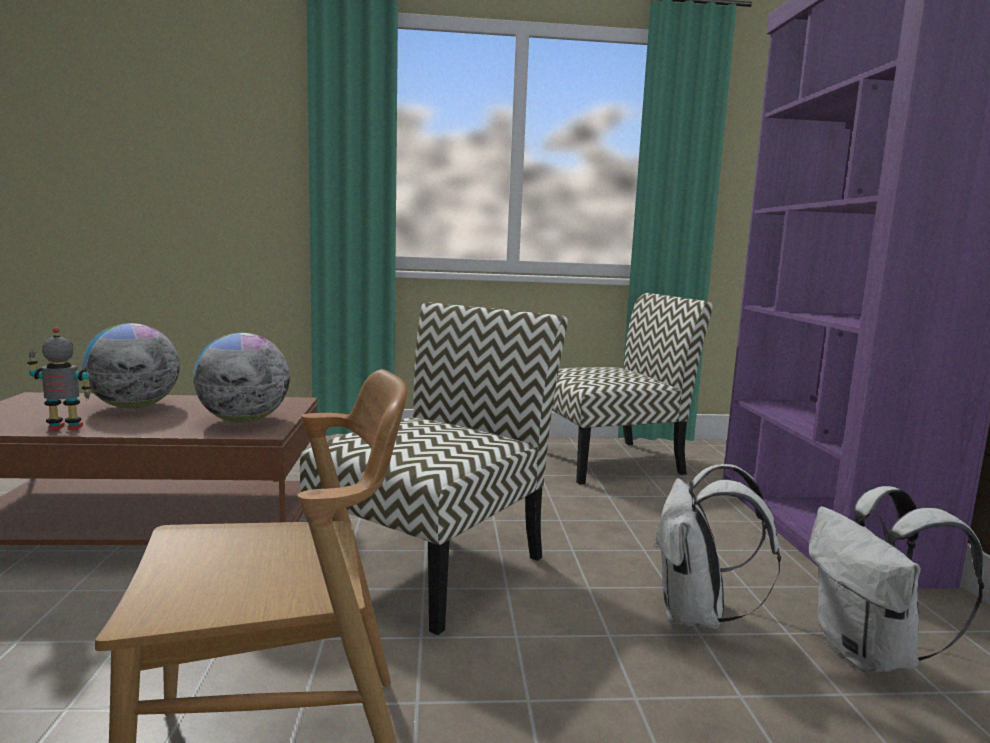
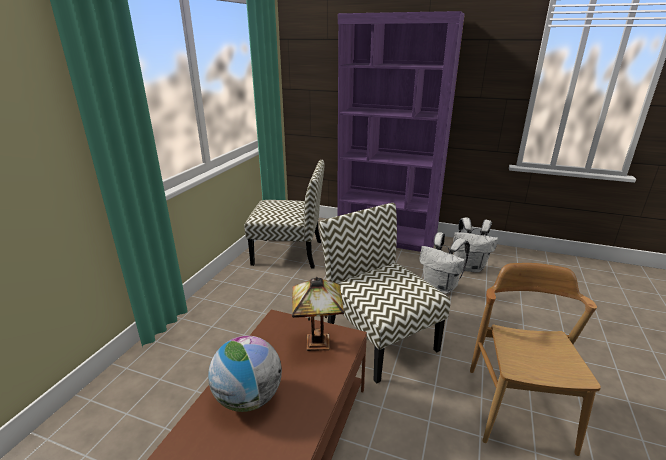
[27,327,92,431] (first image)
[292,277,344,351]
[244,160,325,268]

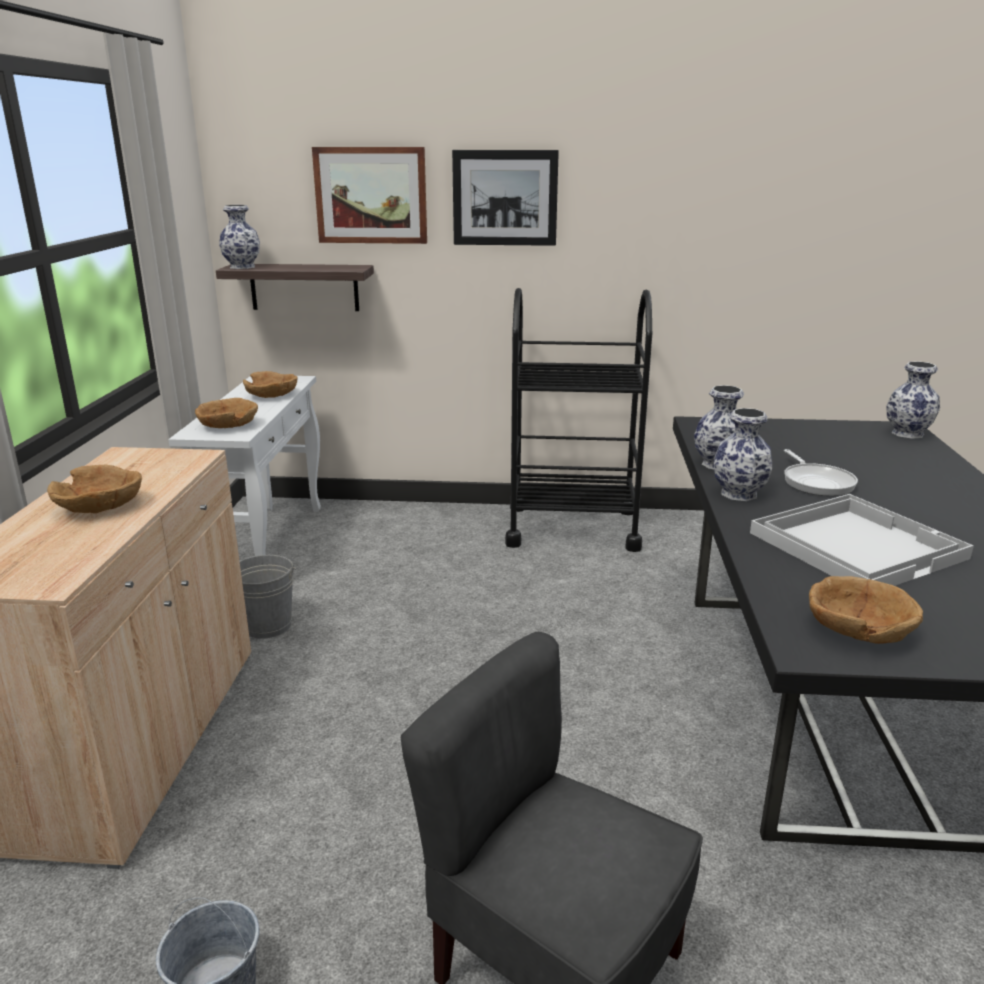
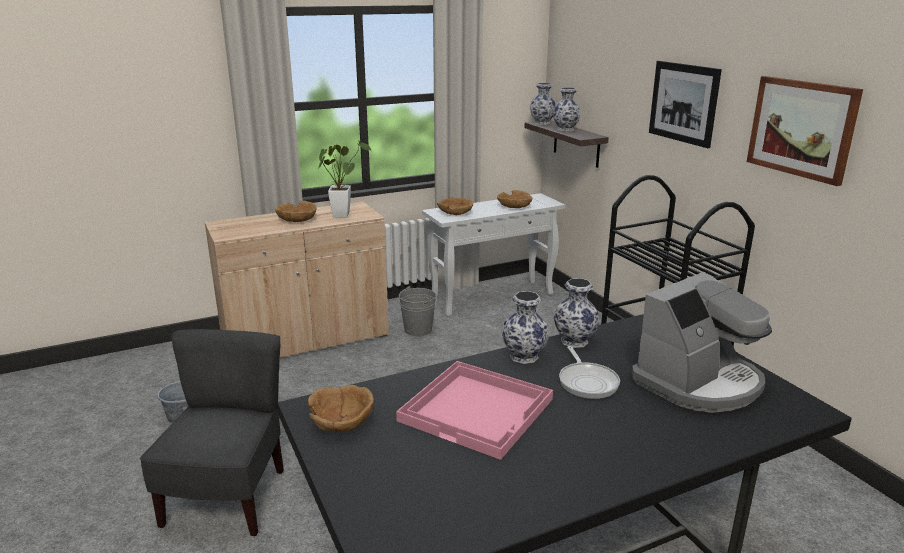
[318,140,371,218]
[632,272,772,413]
[747,76,863,186]
[553,87,580,131]
[396,361,553,460]
[559,346,620,399]

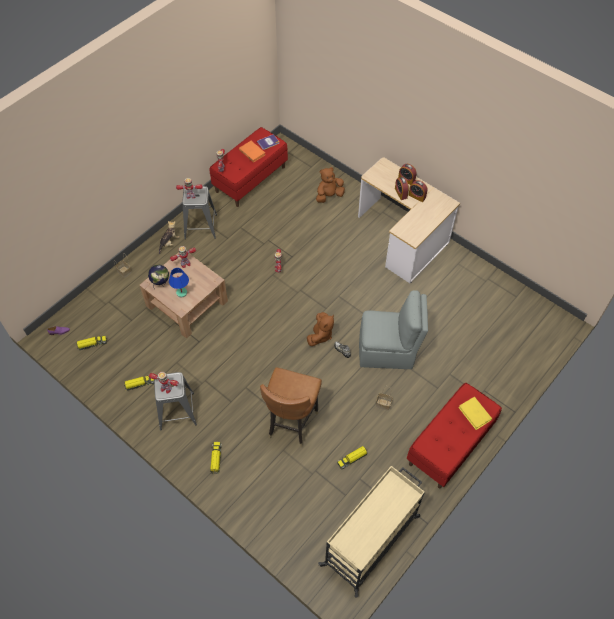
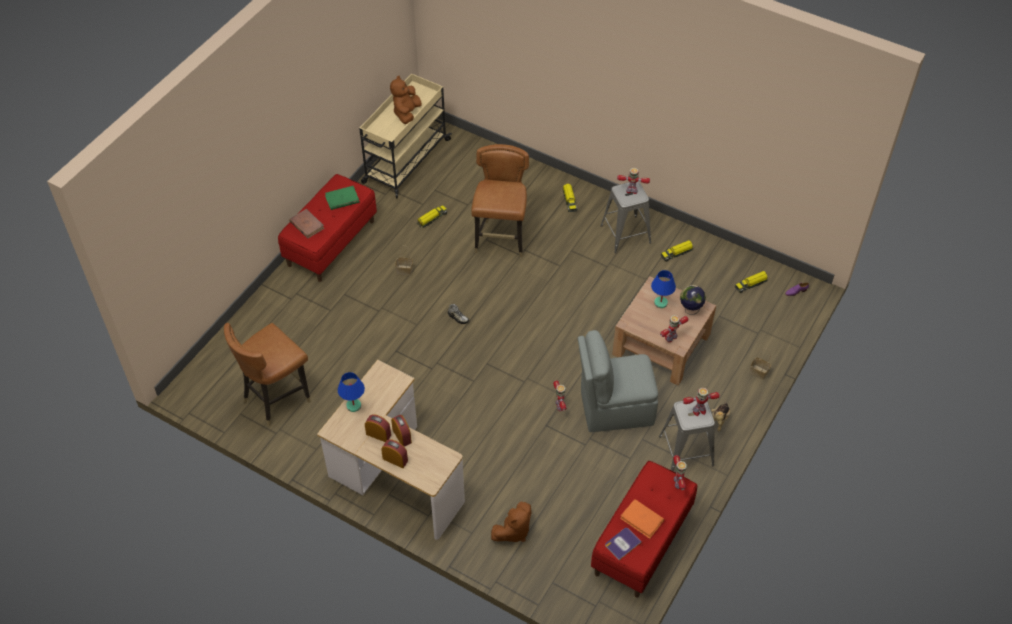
[224,323,311,427]
[325,186,359,210]
[338,372,365,412]
[390,76,422,124]
[578,330,658,432]
[289,209,325,239]

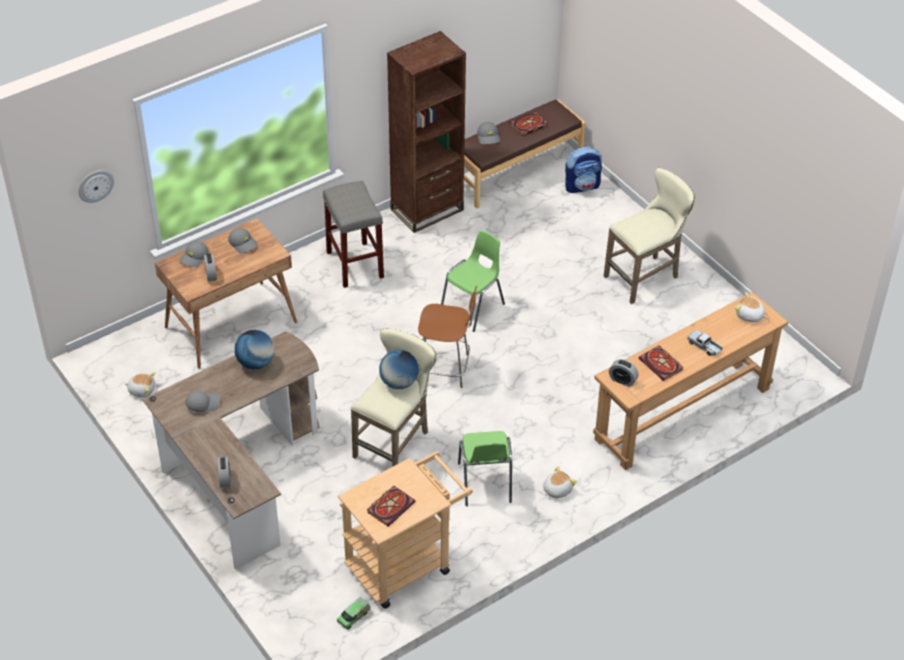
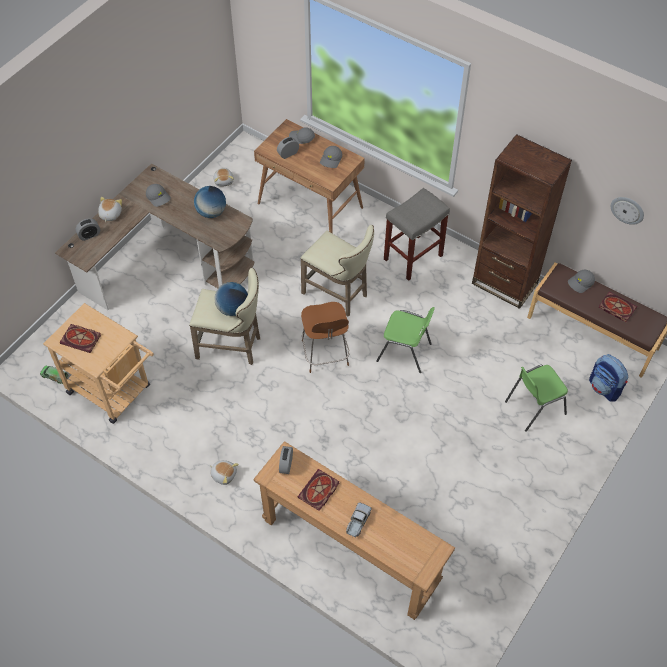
[611,197,644,225]
[505,365,568,432]
[300,225,374,317]
[98,197,122,222]

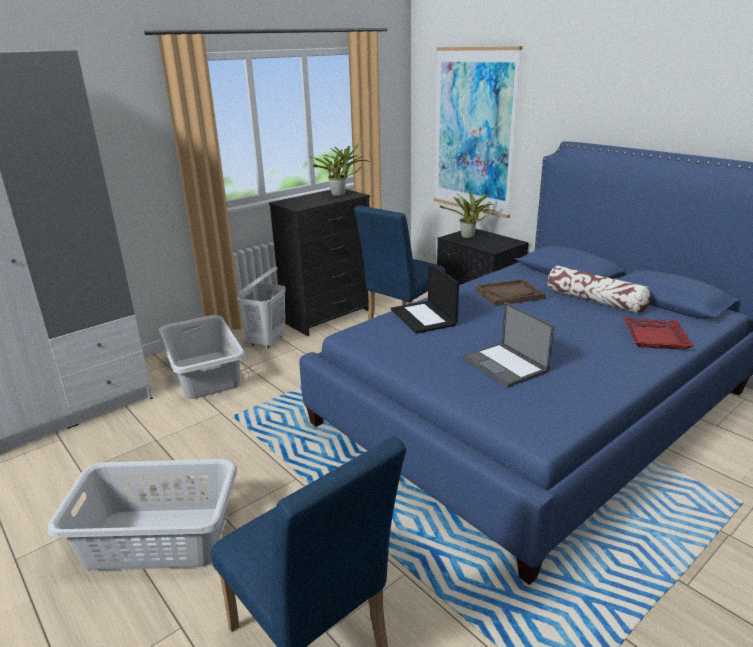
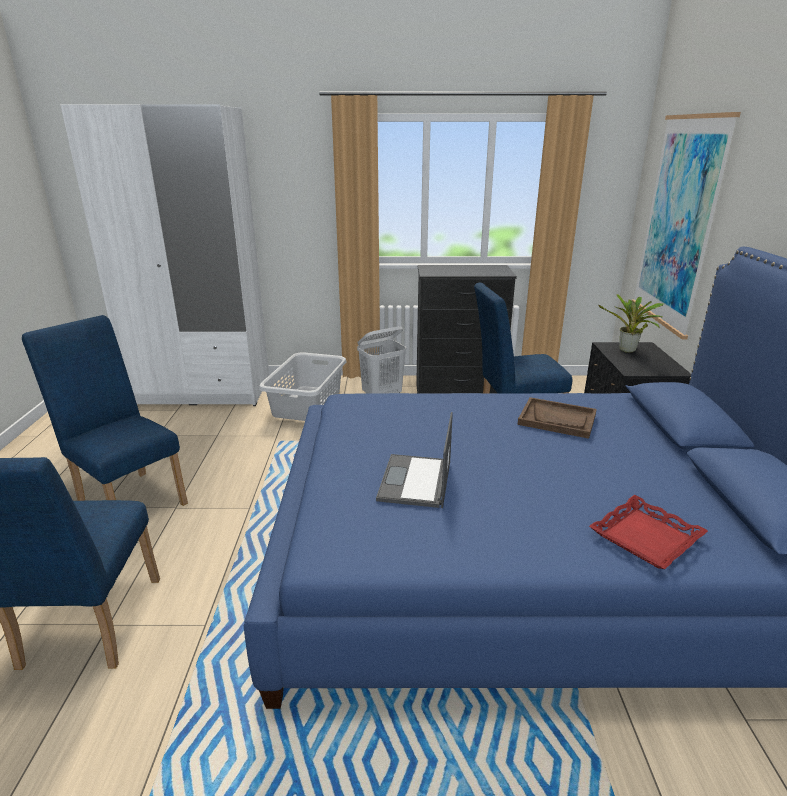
[312,143,370,197] (first image)
[391,263,459,334] (first image)
[547,265,651,314] (first image)
[22,315,188,506]

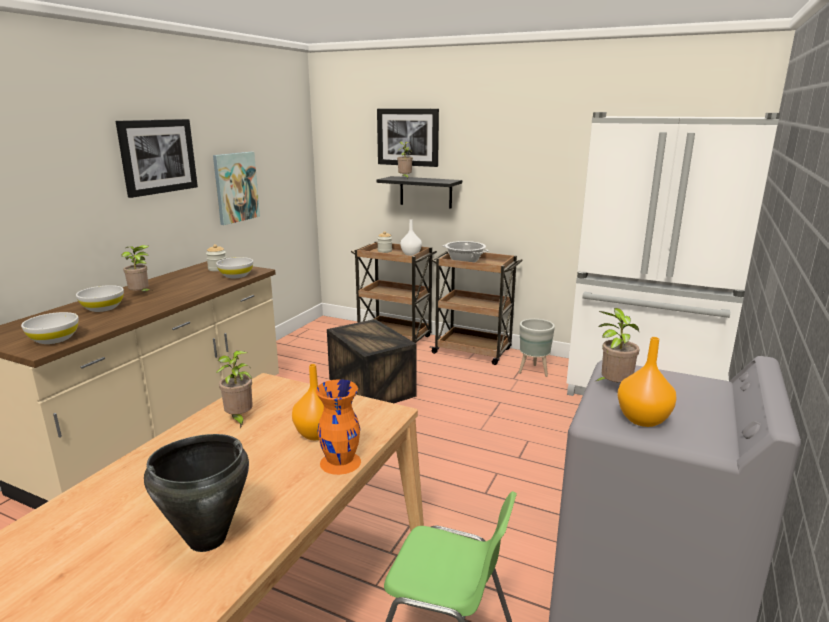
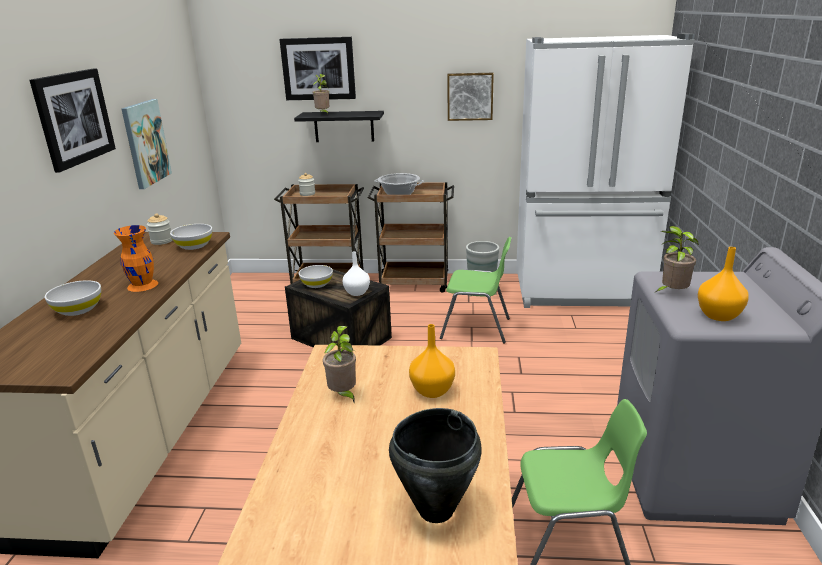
[121,245,150,291] (first image)
[440,237,511,344]
[447,73,494,121]
[299,265,333,288]
[114,225,158,292]
[343,251,370,296]

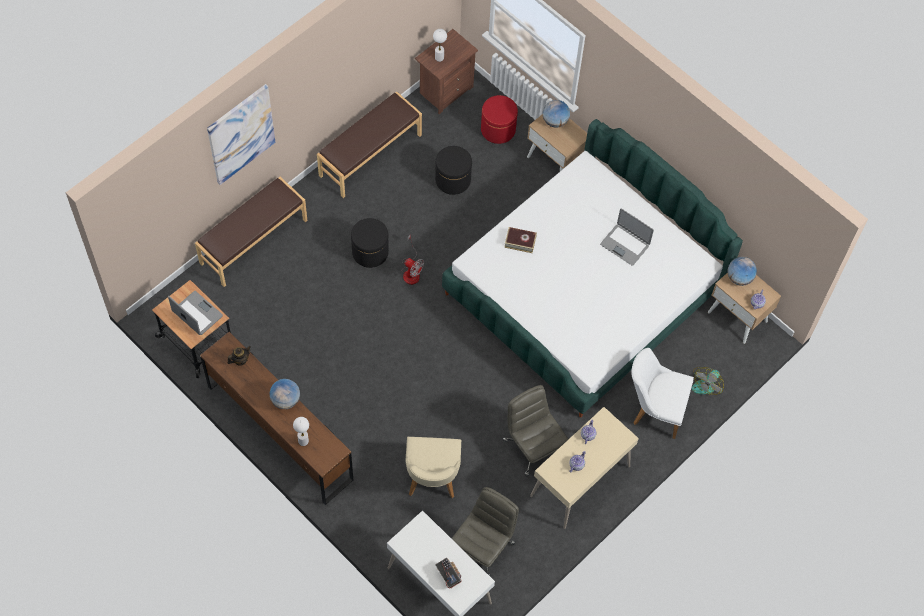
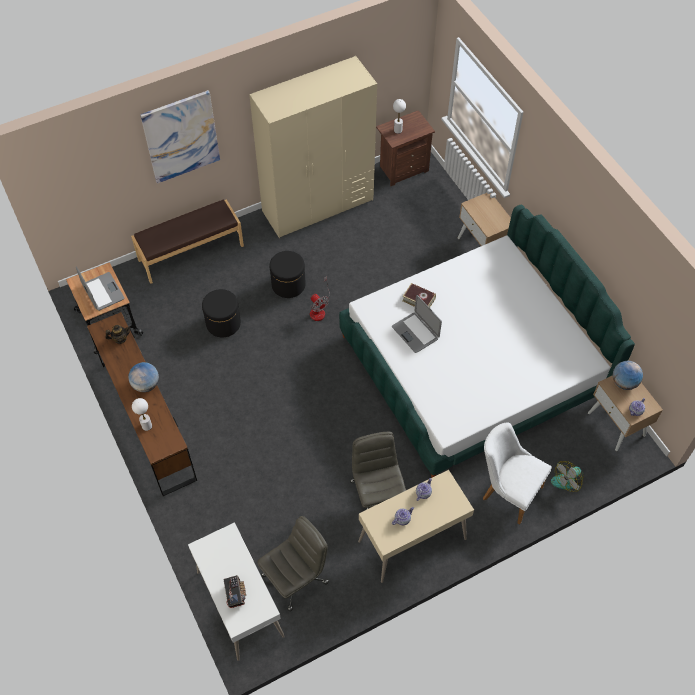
[405,437,461,498] (first image)
[481,95,518,144] (first image)
[543,100,570,128] (first image)
[202,289,241,337]
[392,295,442,353]
[249,56,377,238]

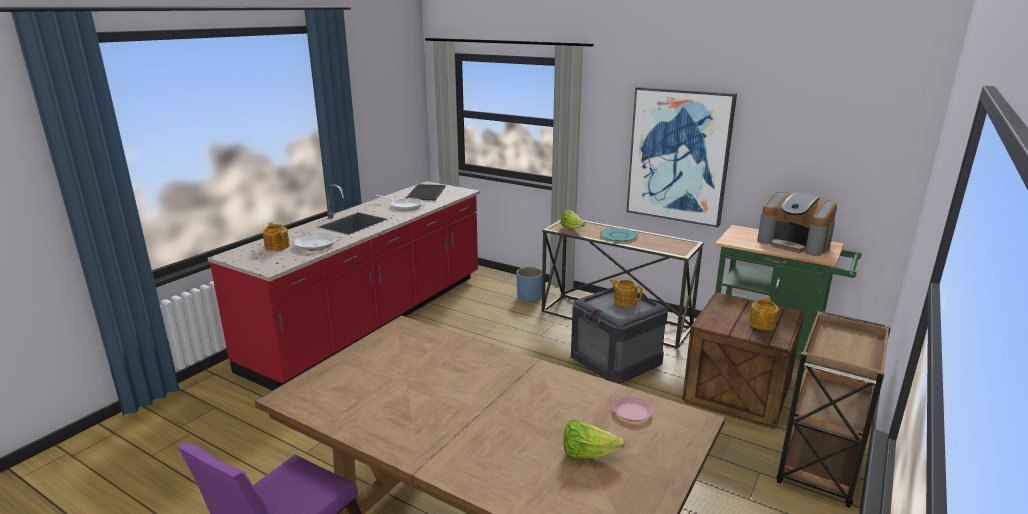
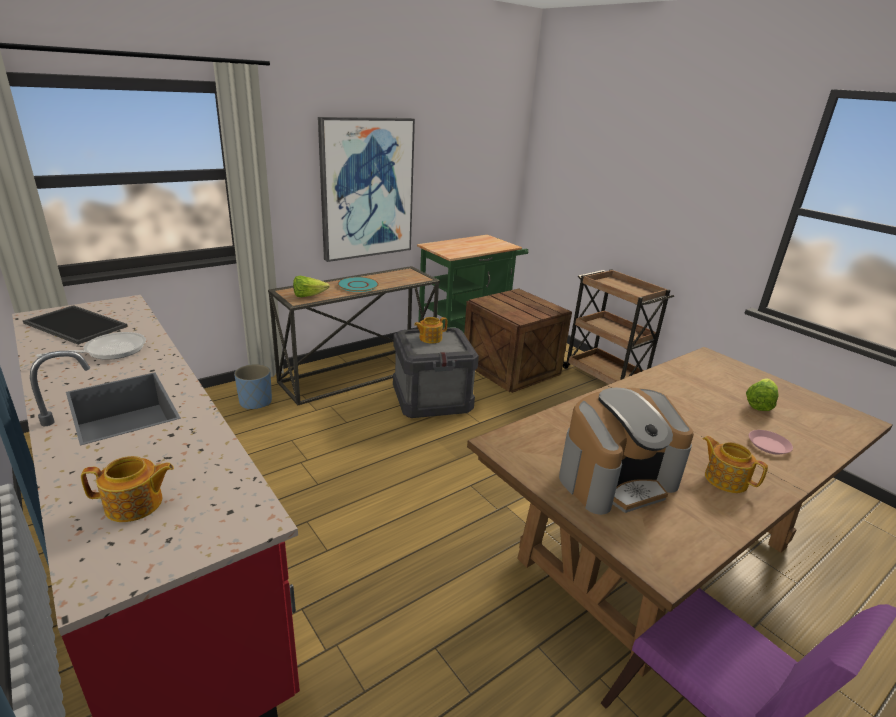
[294,230,336,251] (first image)
[749,430,793,455]
[703,436,768,493]
[559,388,694,515]

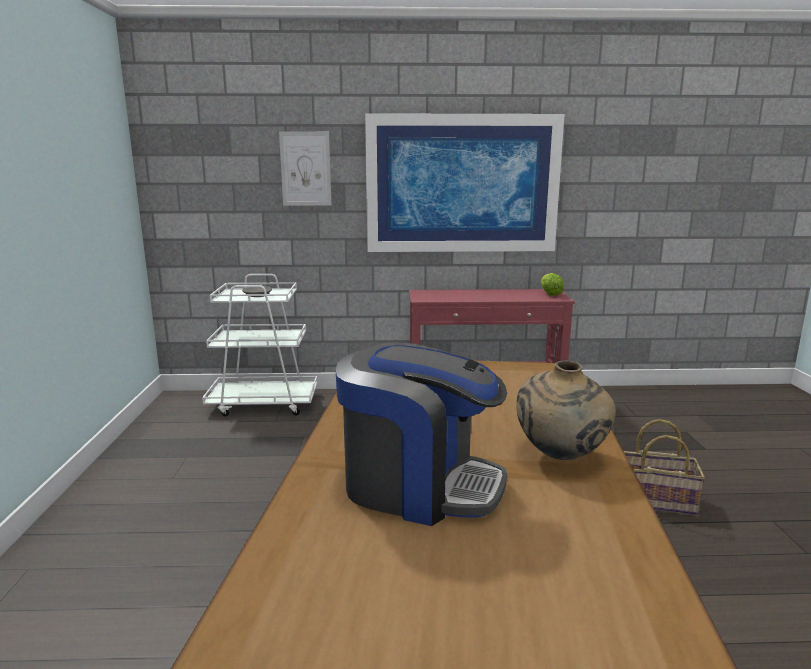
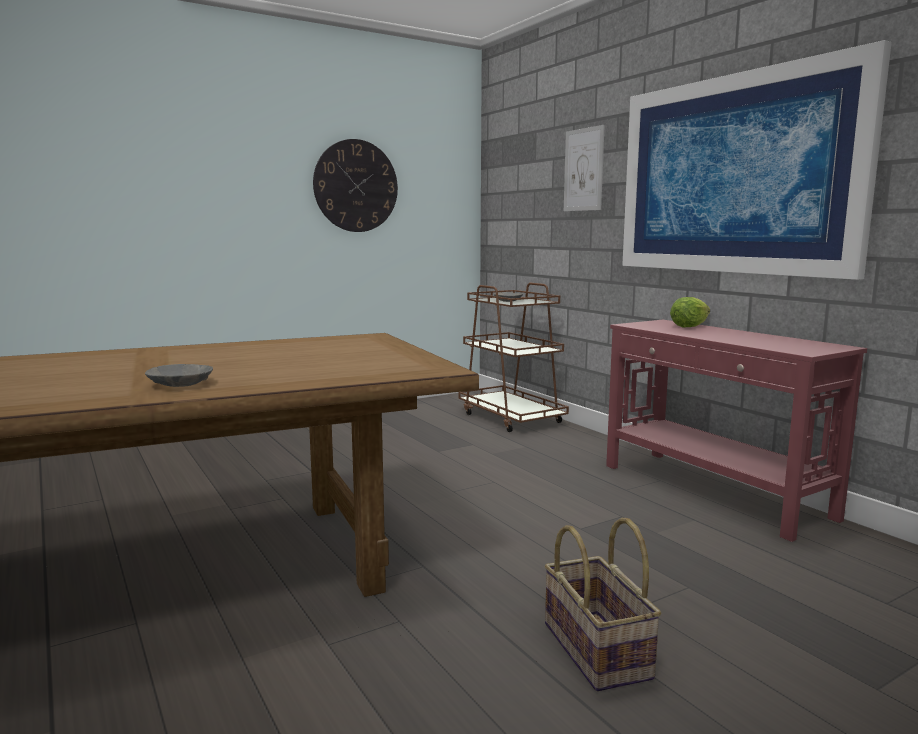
[336,342,507,526] (first image)
[313,139,398,232]
[670,297,710,328]
[145,364,213,387]
[458,283,569,432]

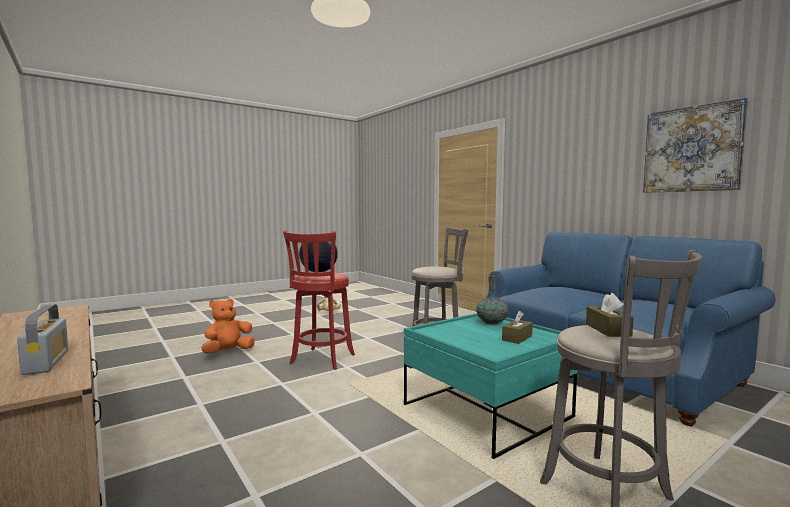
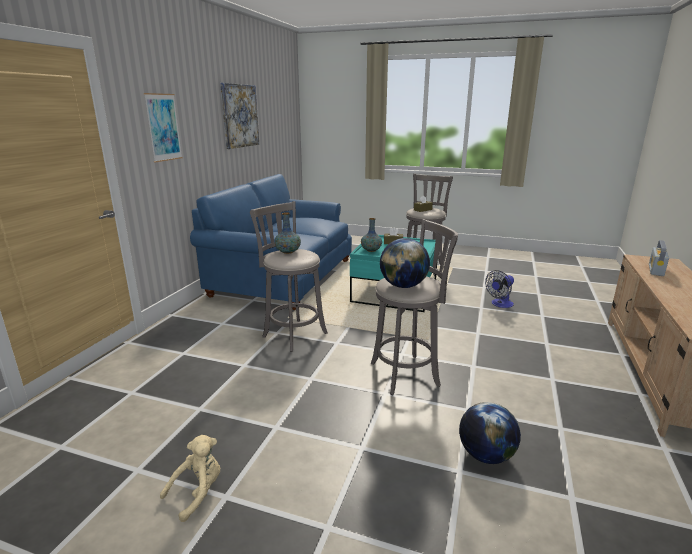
[144,93,183,163]
[275,212,301,254]
[485,270,514,308]
[459,402,521,464]
[370,219,458,395]

